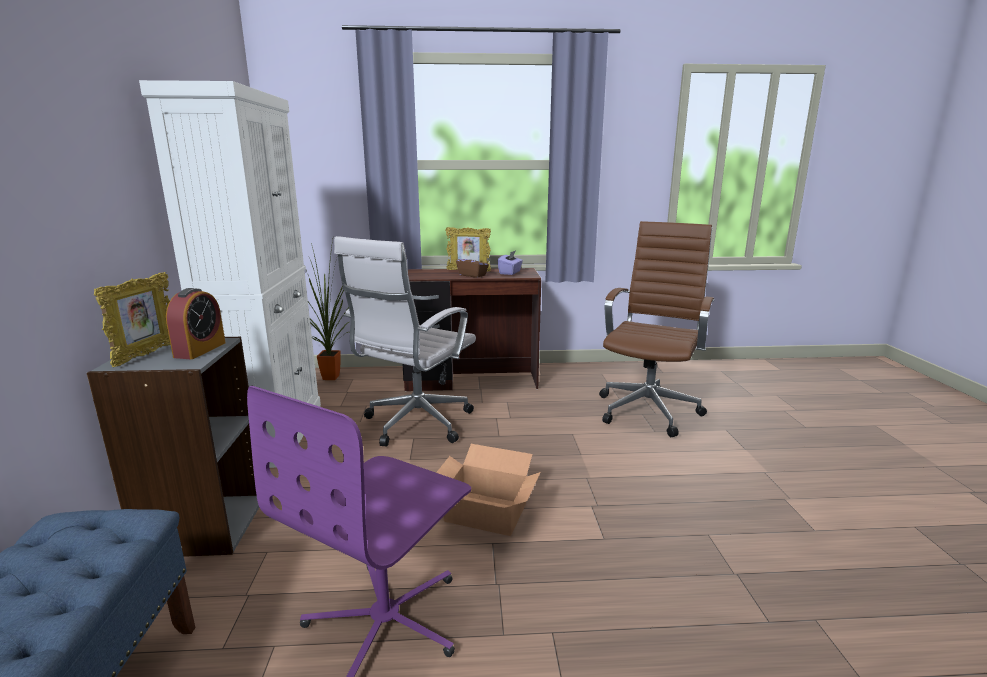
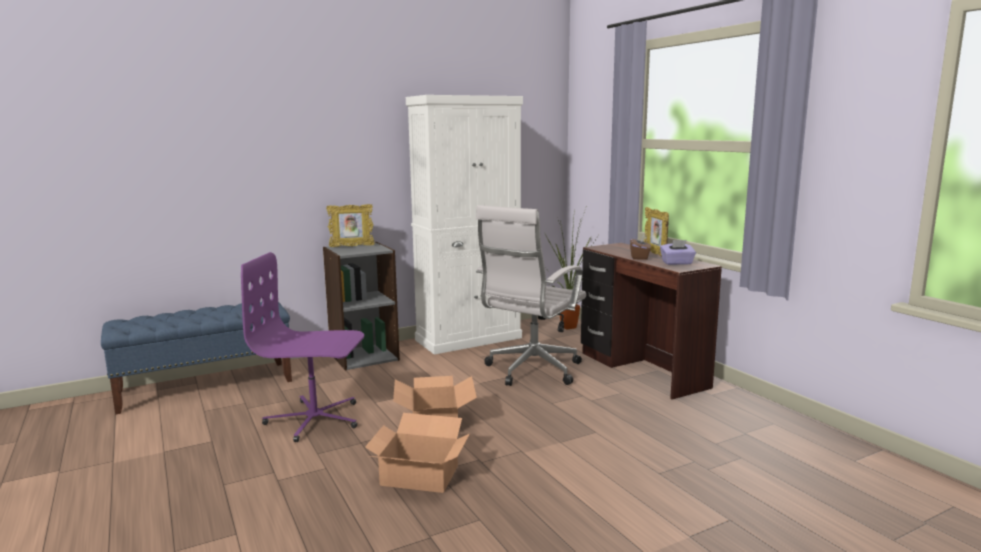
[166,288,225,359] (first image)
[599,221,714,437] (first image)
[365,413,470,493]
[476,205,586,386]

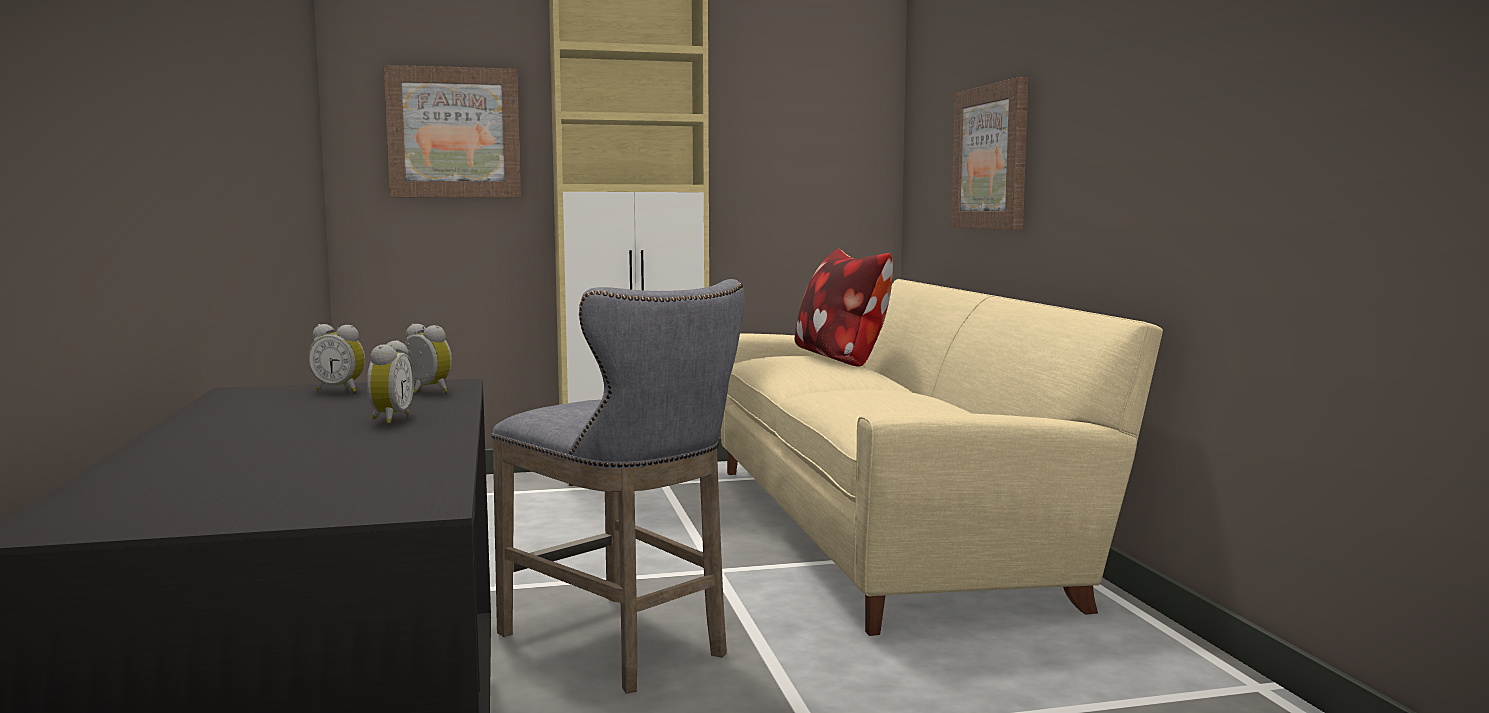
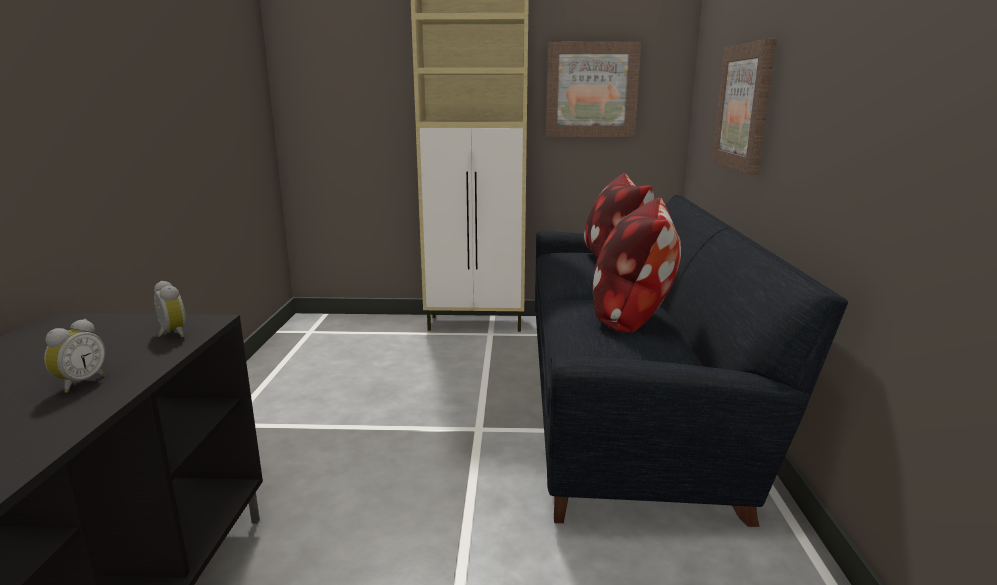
[308,324,365,392] (first image)
[491,279,744,693] (first image)
[593,198,681,333]
[546,41,641,137]
[535,194,848,527]

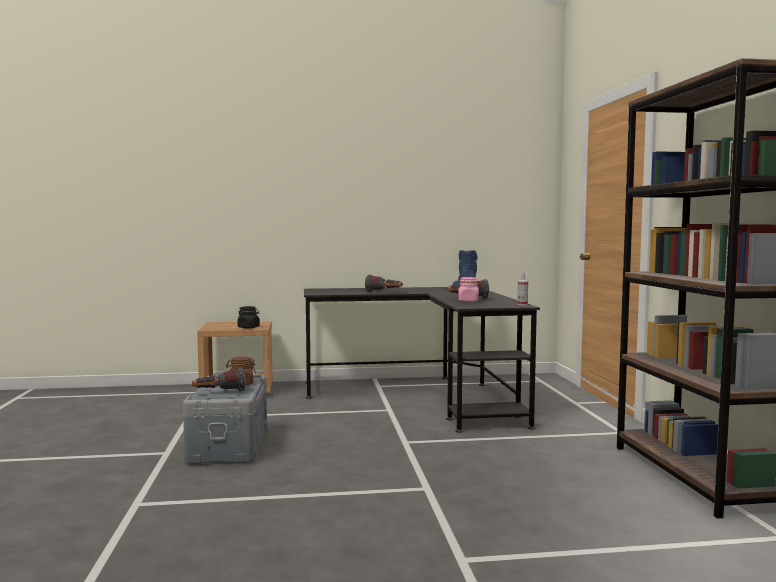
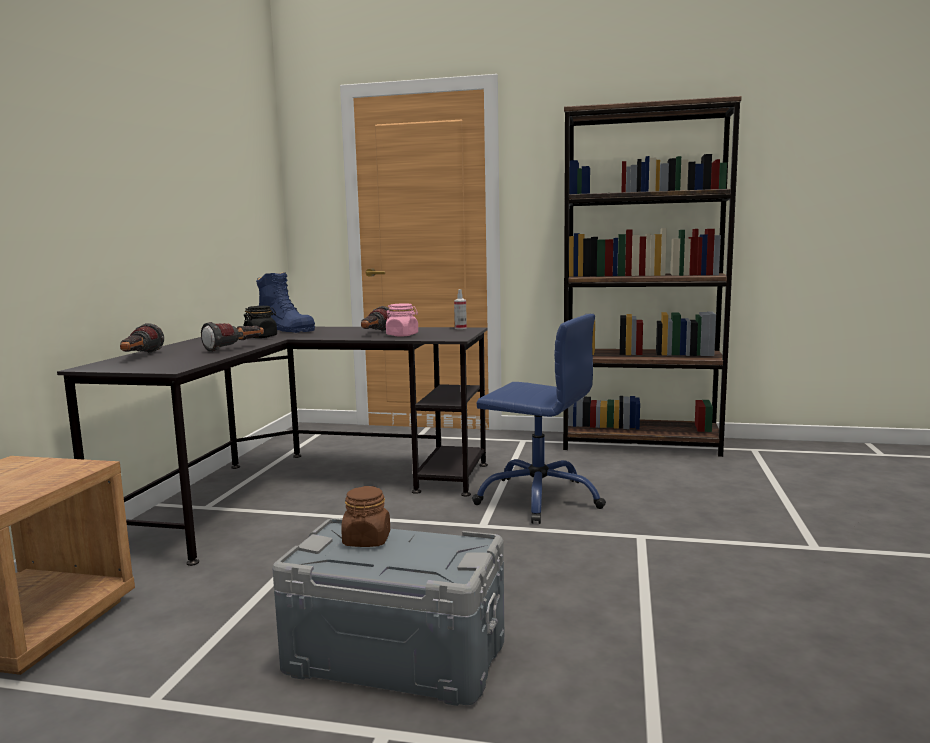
[472,314,606,524]
[120,323,164,353]
[243,306,277,338]

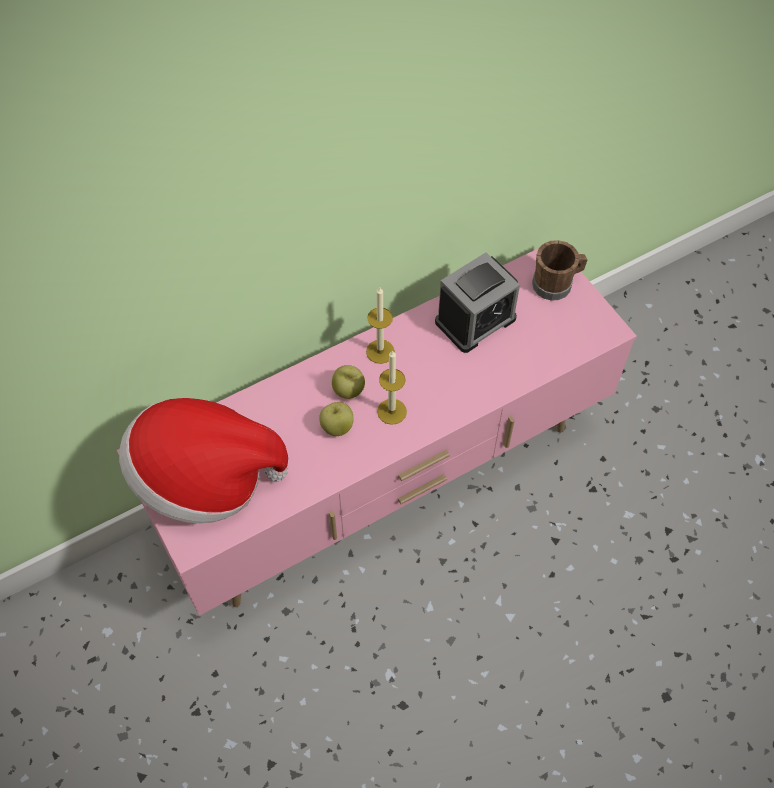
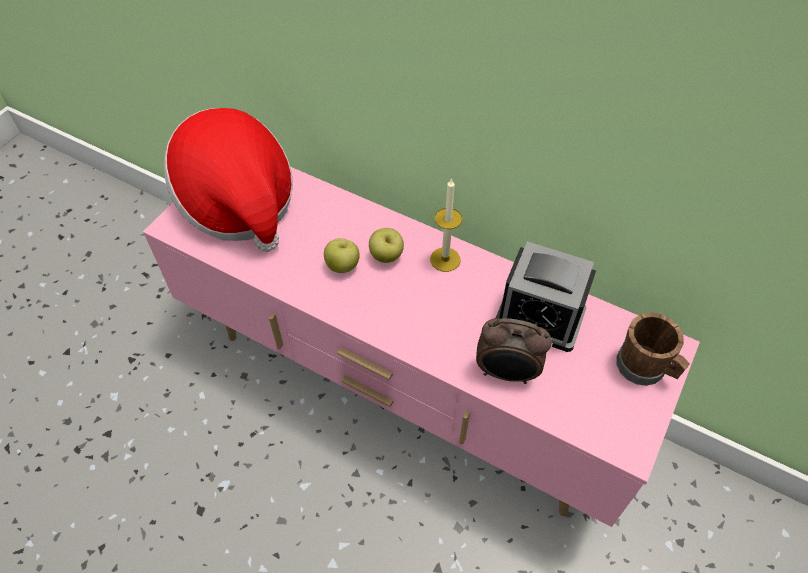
[377,350,407,425] (first image)
[476,318,552,384]

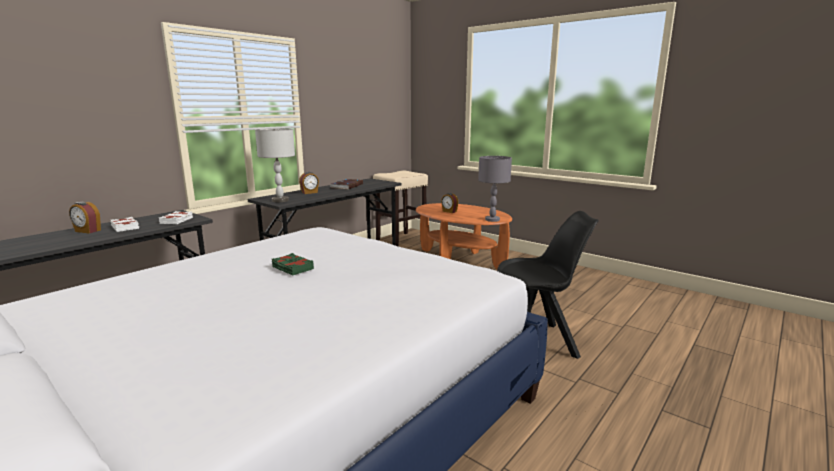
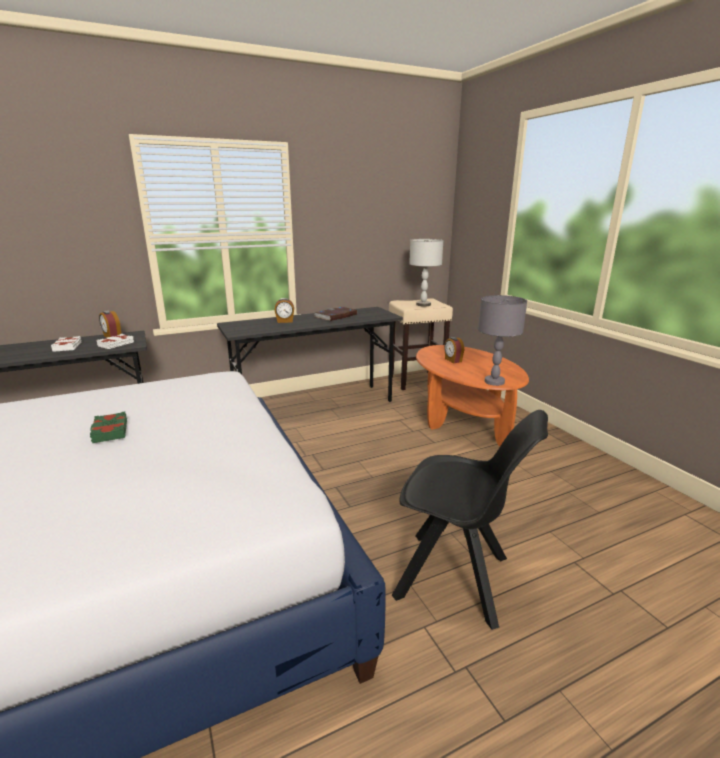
[99,310,121,338]
[409,239,443,307]

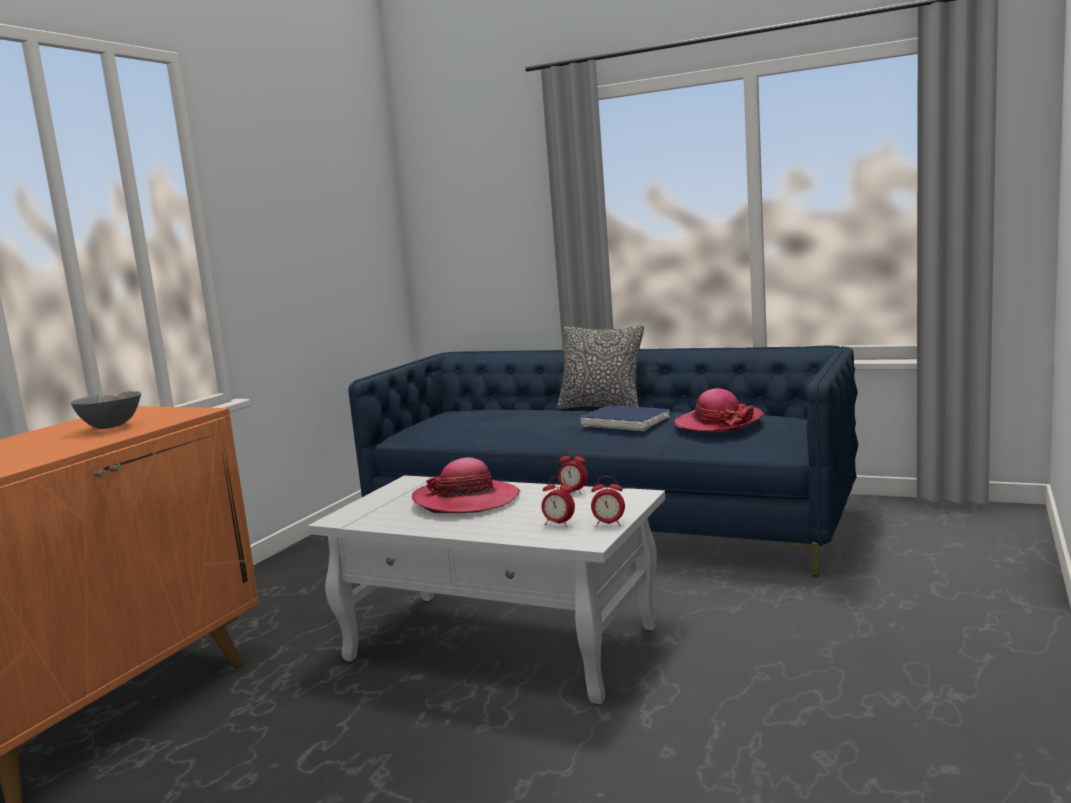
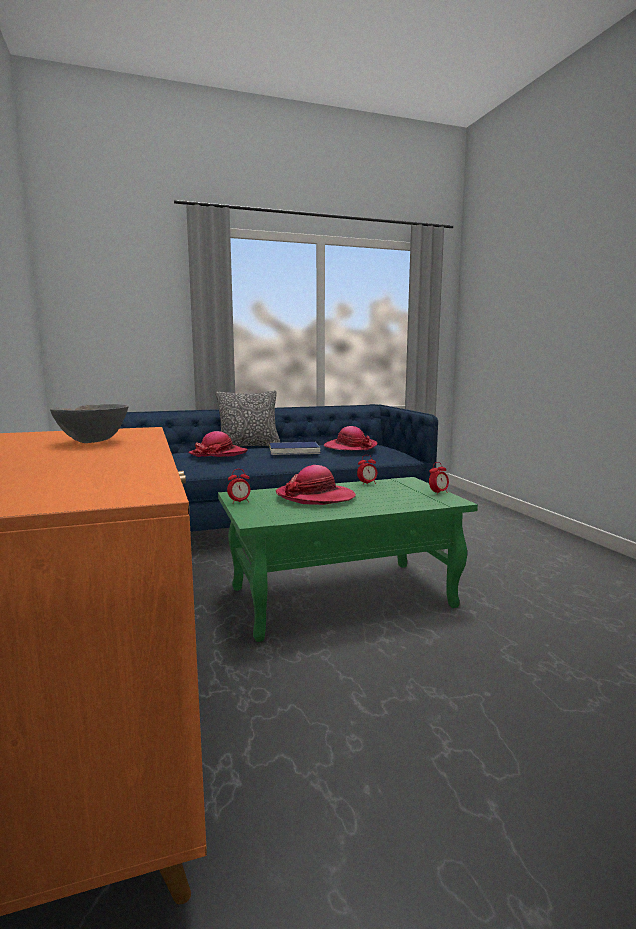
[189,431,248,457]
[227,469,251,504]
[218,477,478,642]

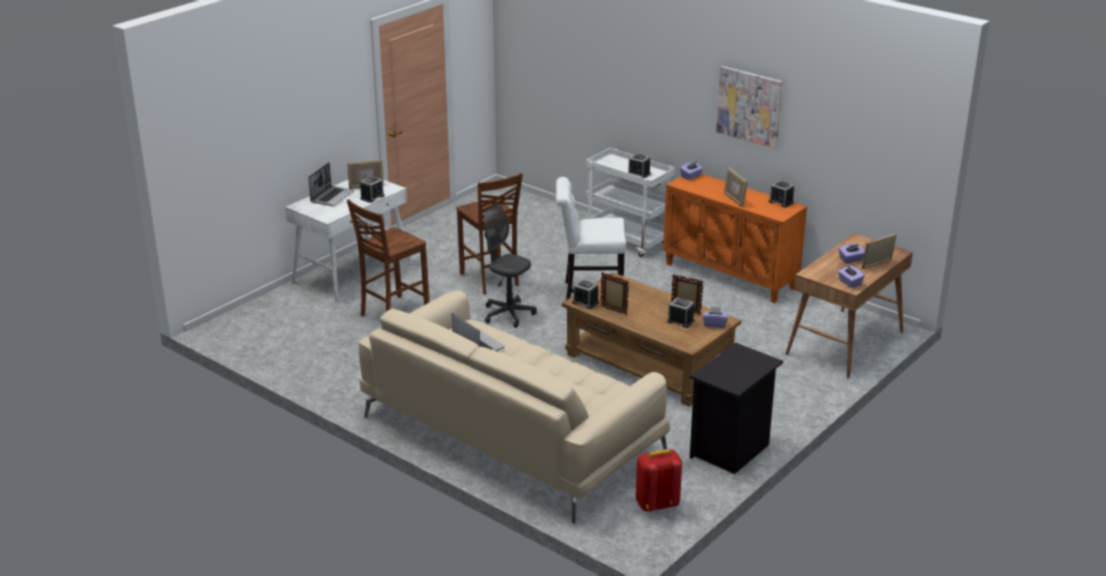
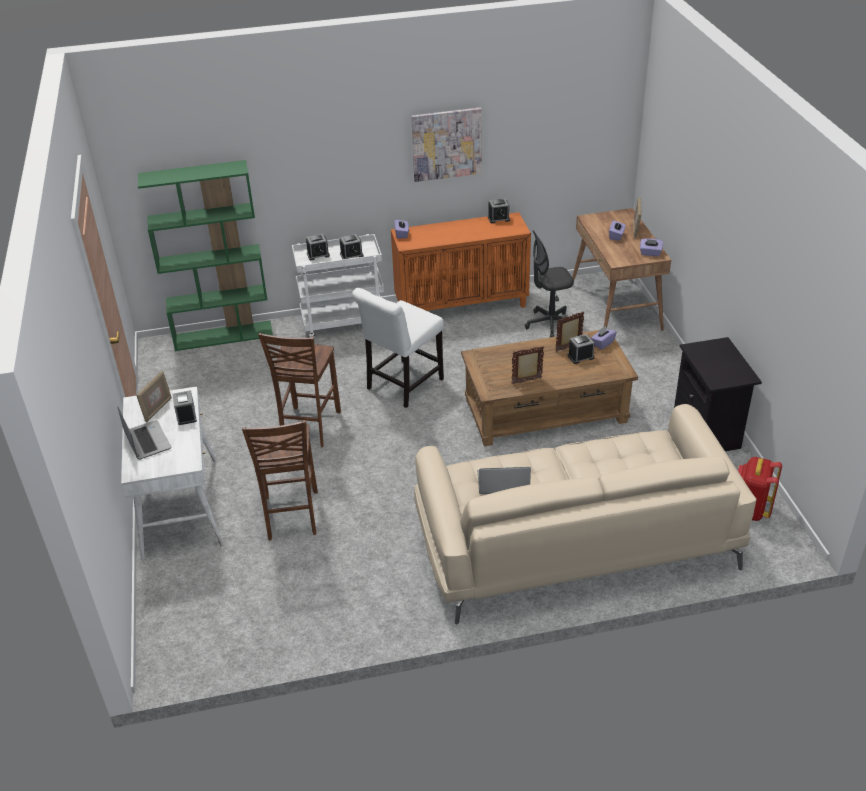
[724,167,748,207] (first image)
[138,160,273,351]
[524,230,574,337]
[306,234,330,260]
[258,333,341,447]

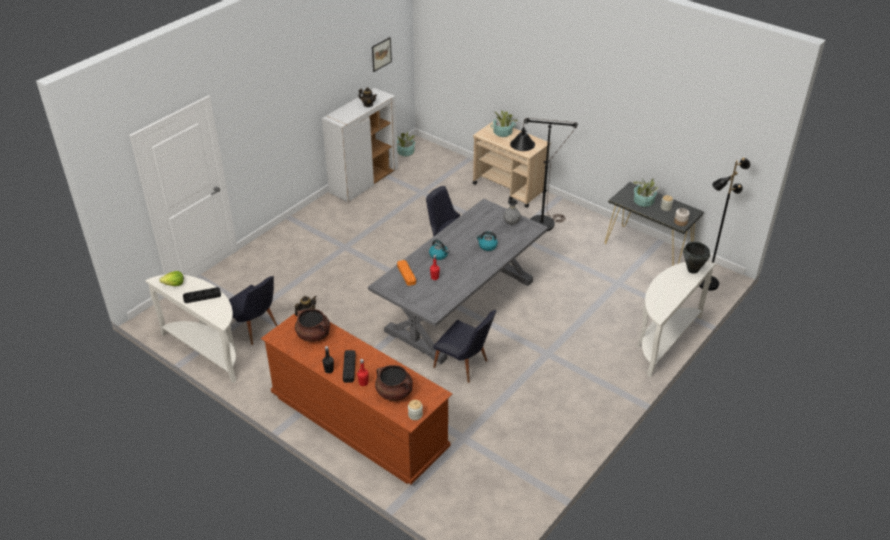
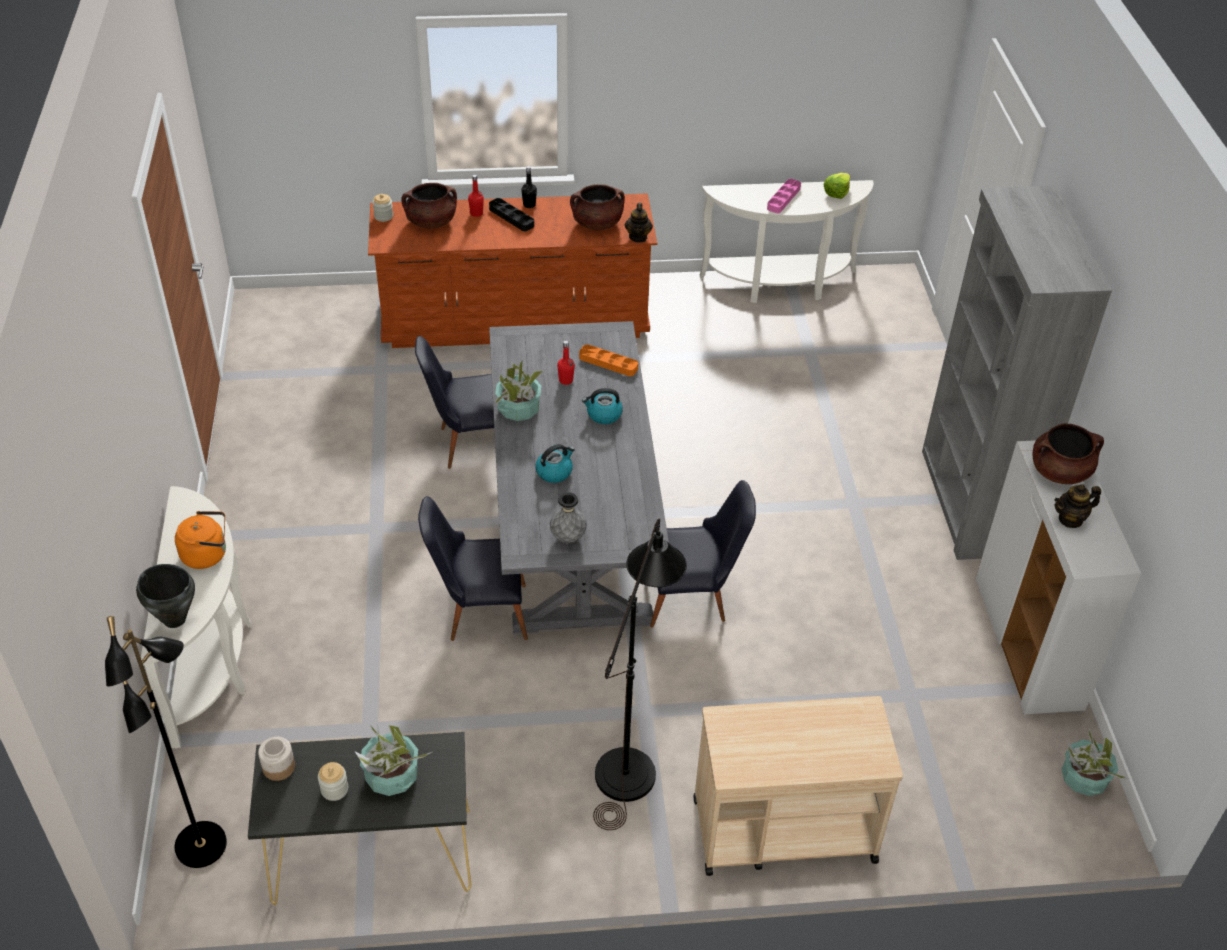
[372,37,392,72] (first image)
[175,511,226,569]
[922,186,1112,560]
[1033,423,1104,484]
[418,496,528,641]
[495,359,542,421]
[767,179,801,213]

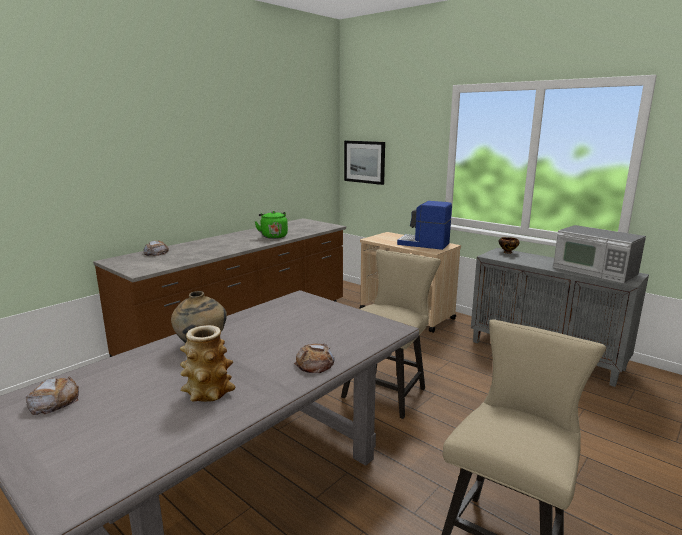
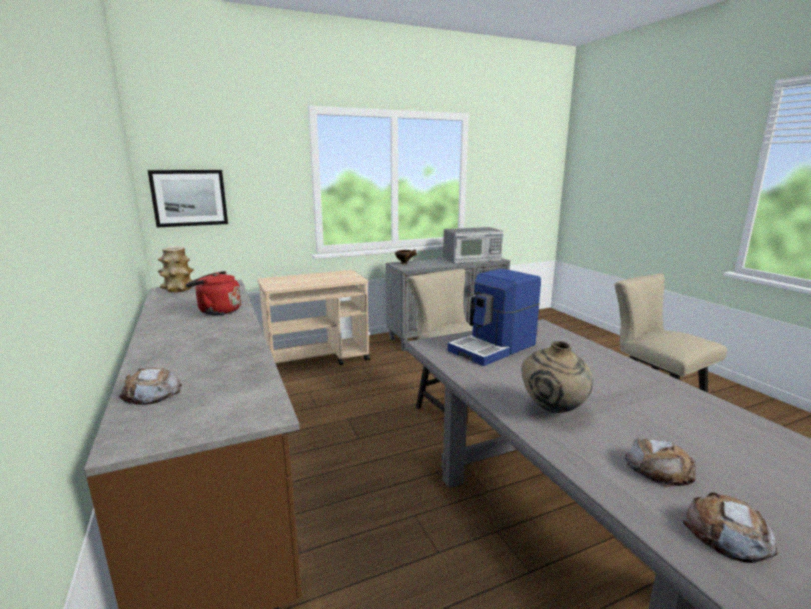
[158,246,194,292]
[625,437,696,487]
[448,269,541,366]
[186,271,241,315]

